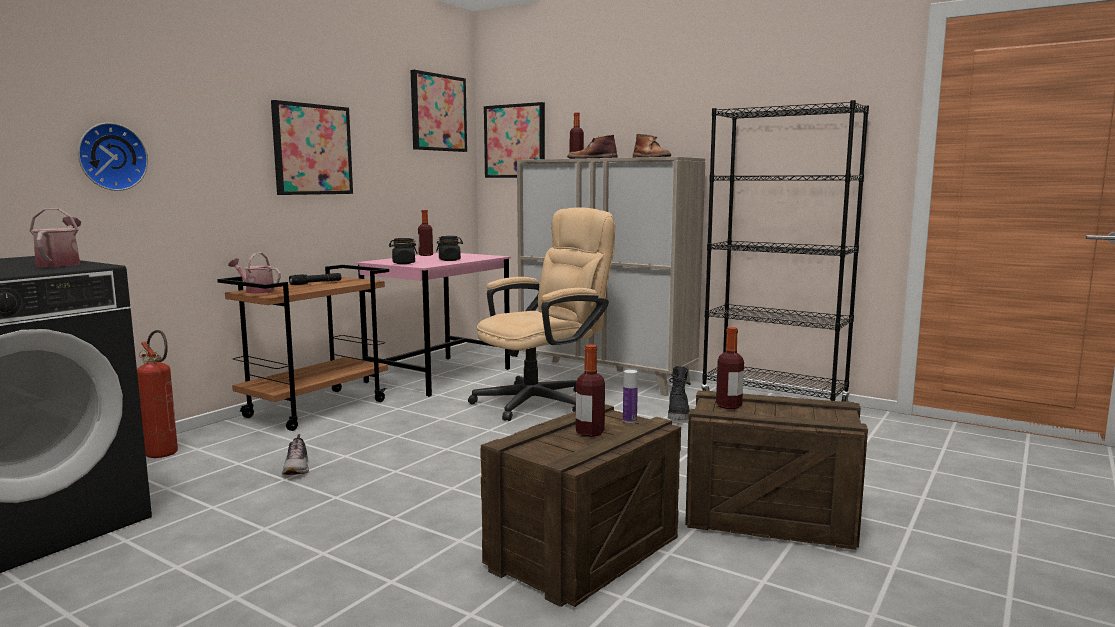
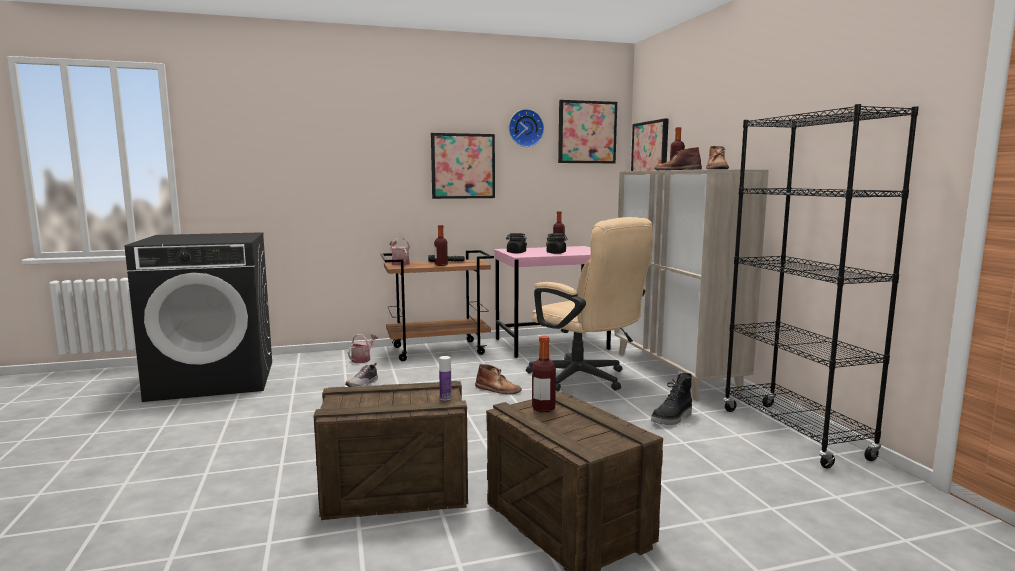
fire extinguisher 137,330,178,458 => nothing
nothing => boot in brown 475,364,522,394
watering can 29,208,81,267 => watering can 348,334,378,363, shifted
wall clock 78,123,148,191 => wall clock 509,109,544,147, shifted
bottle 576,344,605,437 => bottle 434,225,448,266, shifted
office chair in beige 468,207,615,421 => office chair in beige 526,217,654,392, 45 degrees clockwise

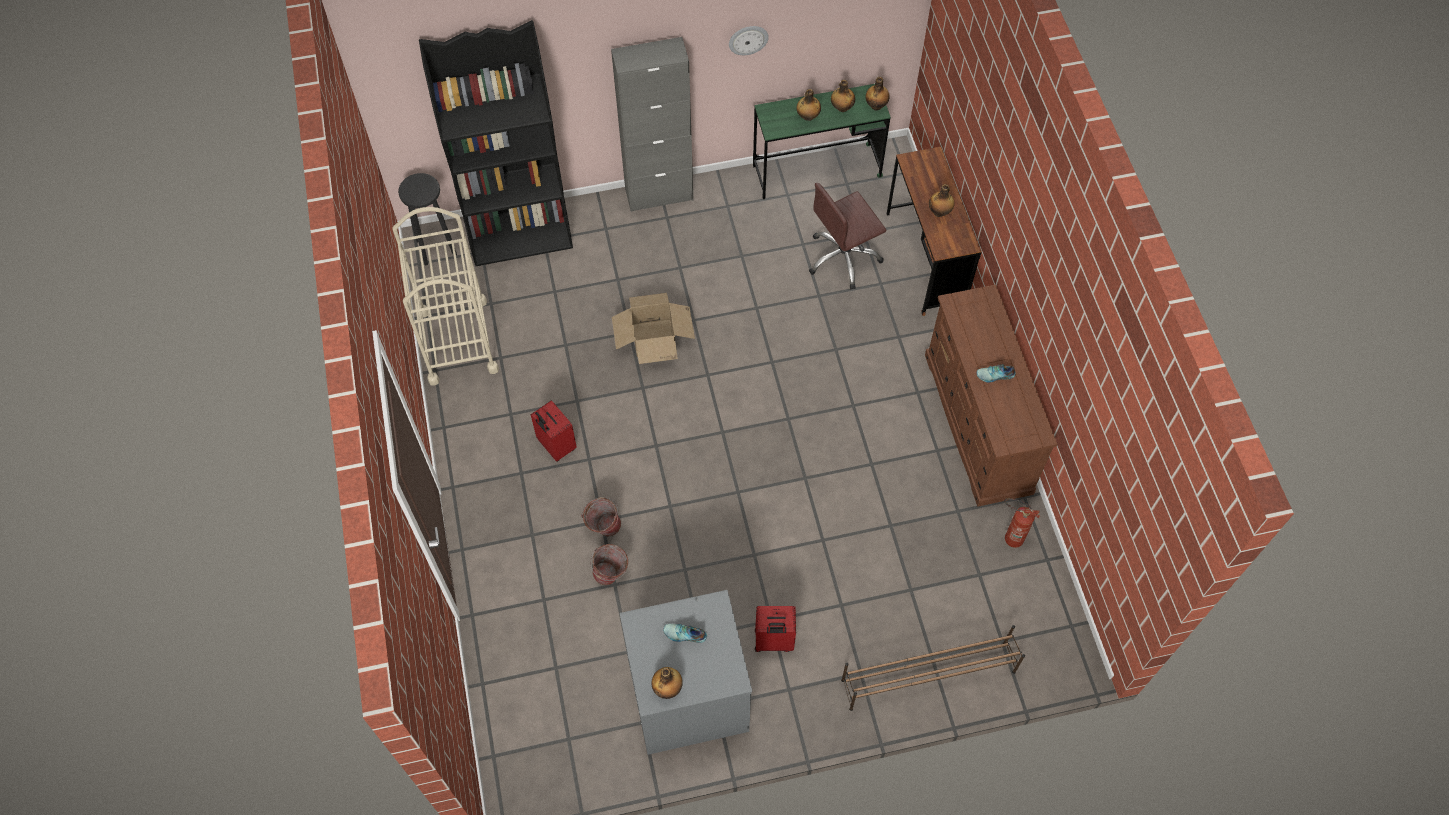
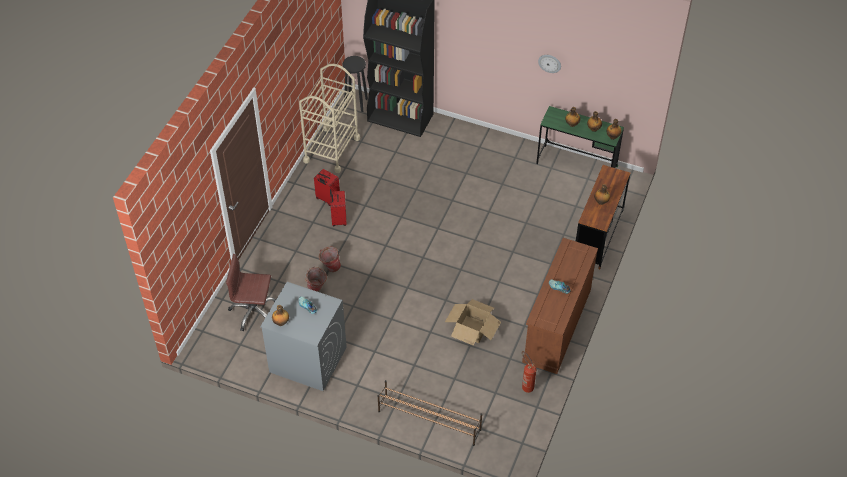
cabinet in grey 611,37,693,212 => nothing
cardboard box 612,293,695,364 => cardboard box 445,299,501,346, shifted
suitcase in red 755,606,796,652 => suitcase in red 314,169,340,206, shifted
office chair in brown 809,183,886,289 => office chair in brown 226,254,276,331, shifted

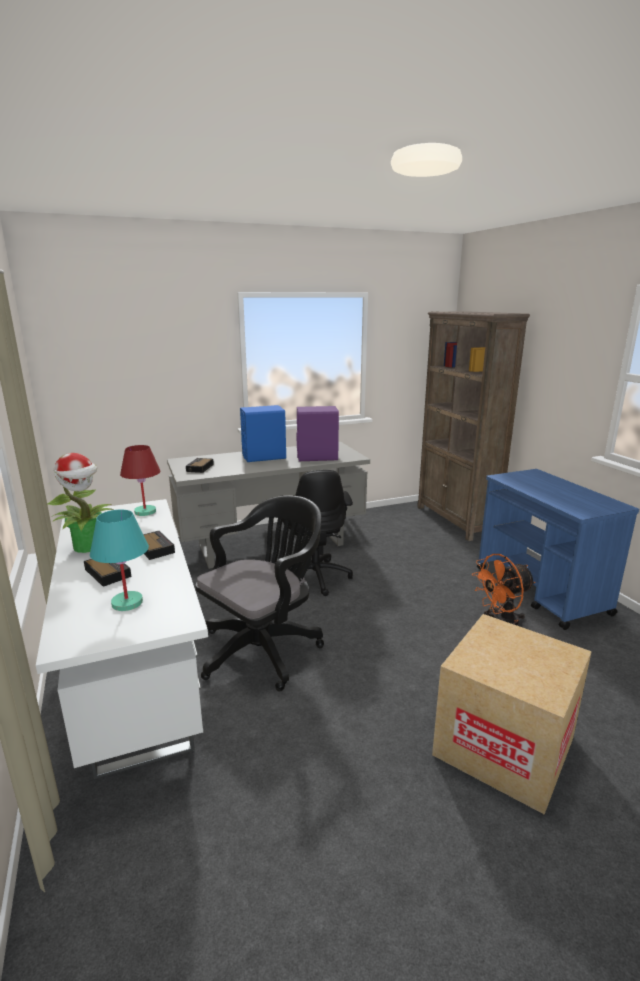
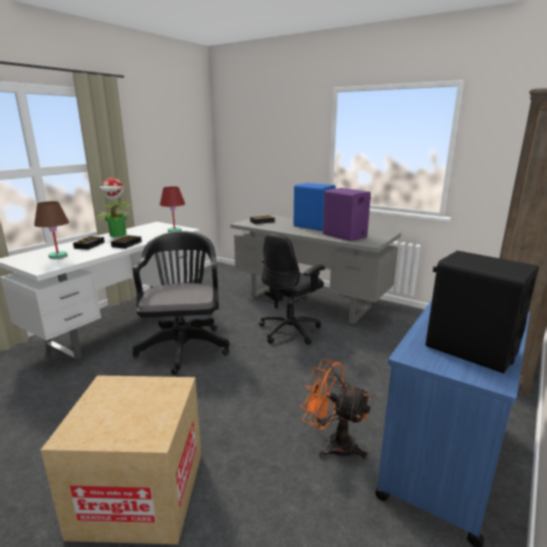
nothing => speaker in black 426,251,539,373
table lamp in turquoise 90,510,149,611 => table lamp in brown 34,201,69,259
office chair in black 195,495,324,691 => office chair in black 133,231,229,375, 105 degrees counterclockwise

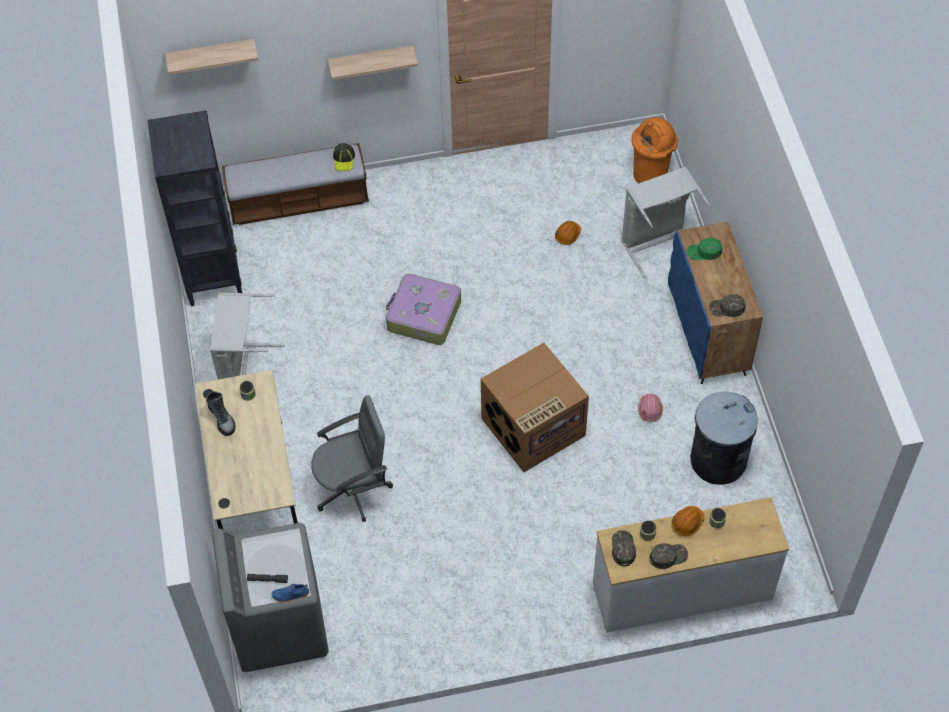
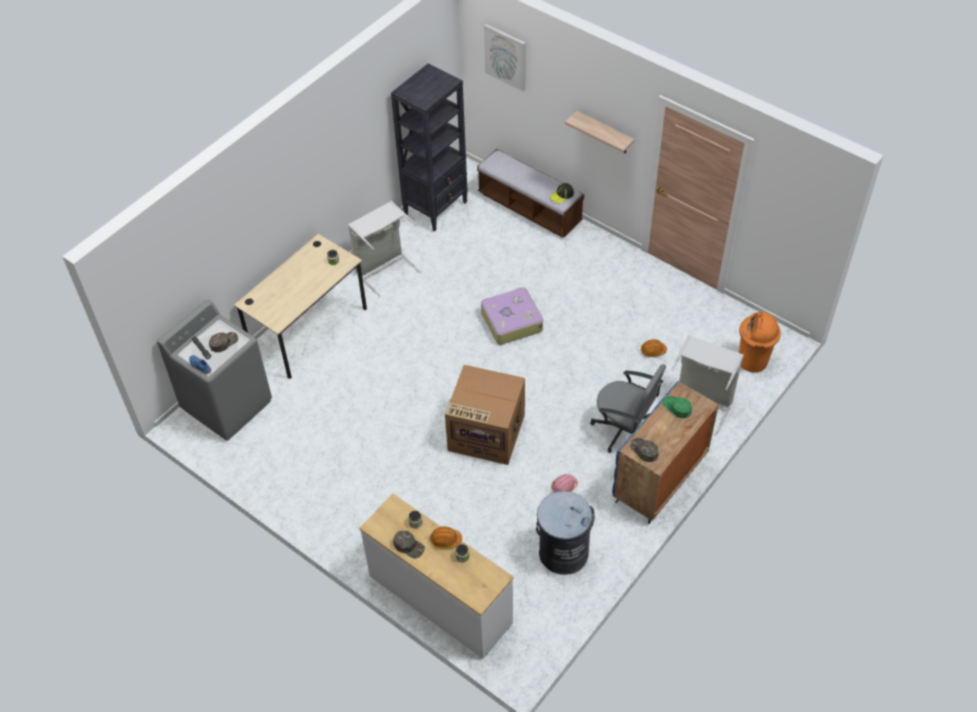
boot 206,391,236,436 => nothing
office chair in grey 311,395,393,522 => office chair in grey 590,364,666,453, shifted
cap in green 612,530,636,566 => cap in green 209,332,238,352, shifted
shelf 165,39,258,75 => picture 484,24,526,92

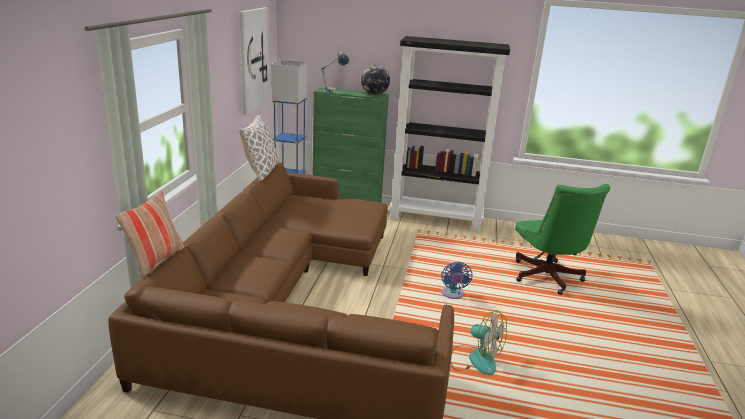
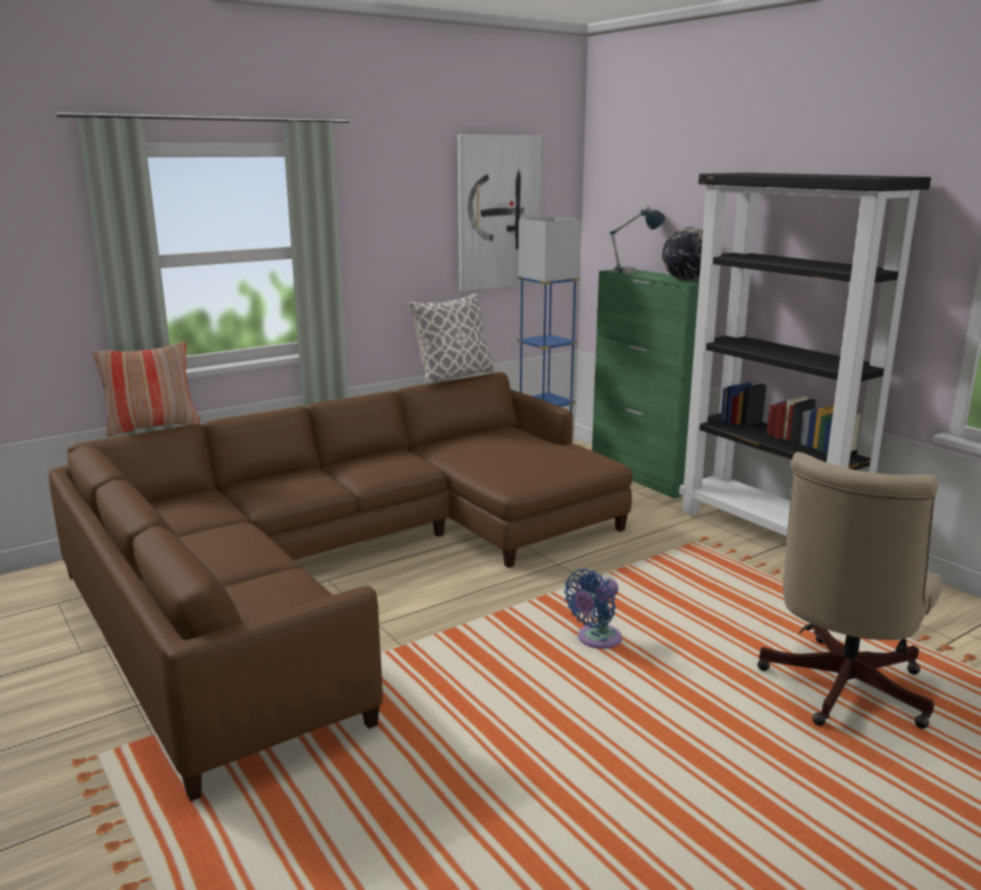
fan 451,310,507,375 => nothing
office chair in green 515,184,610,295 => office chair in beige 757,452,942,729

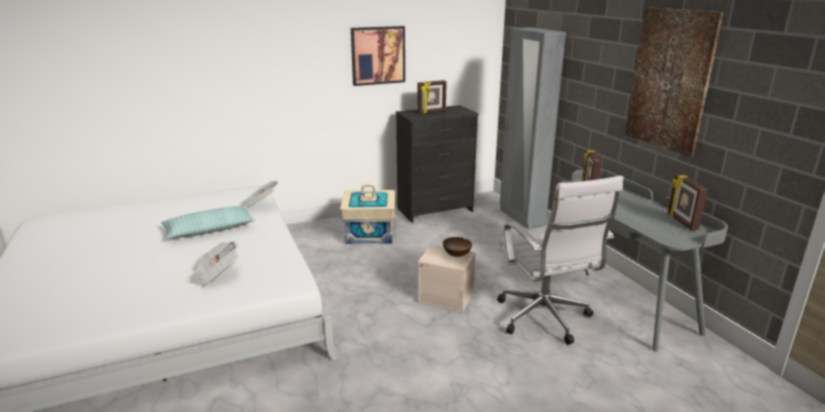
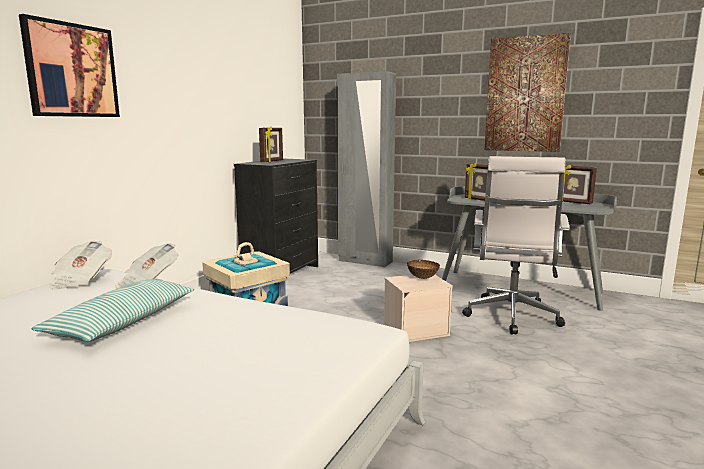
newspaper 187,241,238,286 => newspaper 49,241,112,289, shifted
picture 351,26,405,86 => picture 19,14,120,117, shifted
office chair in white 497,176,624,345 => office chair in white 462,156,569,334, 75 degrees clockwise

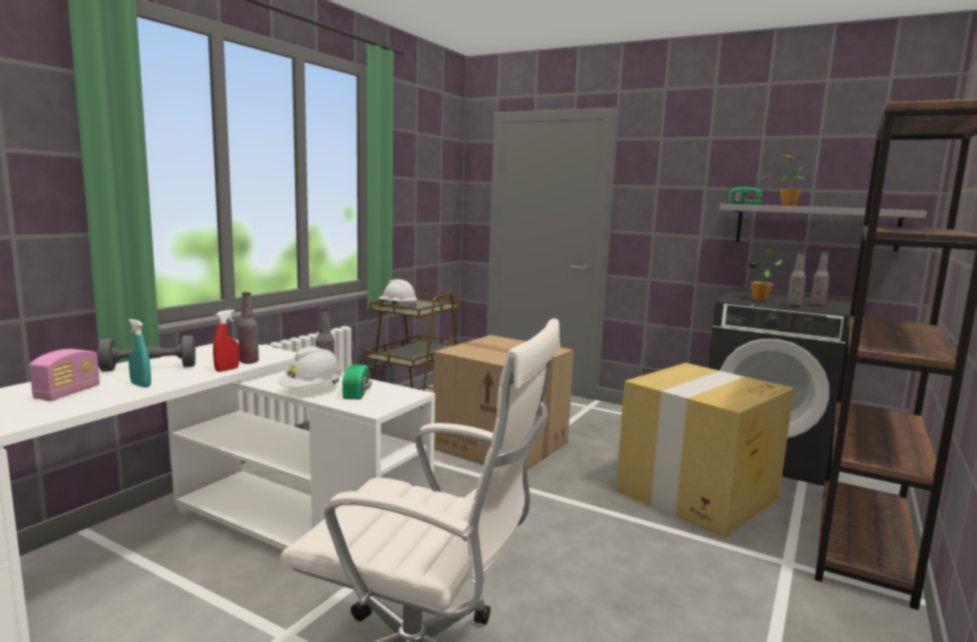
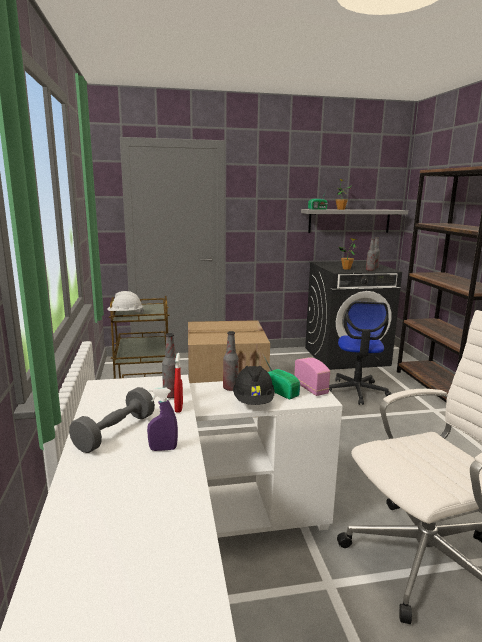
radio 29,349,100,401 => radio 294,357,330,396, shifted
cardboard box 616,363,794,538 => office chair 329,301,391,405
spray bottle in turquoise 128,319,151,388 => spray bottle in purple 147,388,178,451
hard hat in white 278,346,343,388 => hard hat in black 233,366,275,405

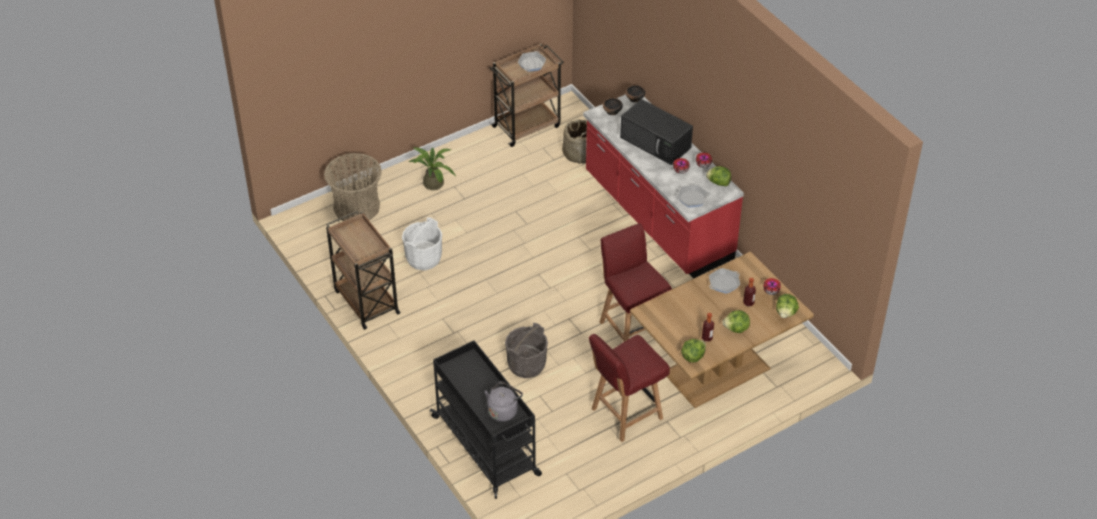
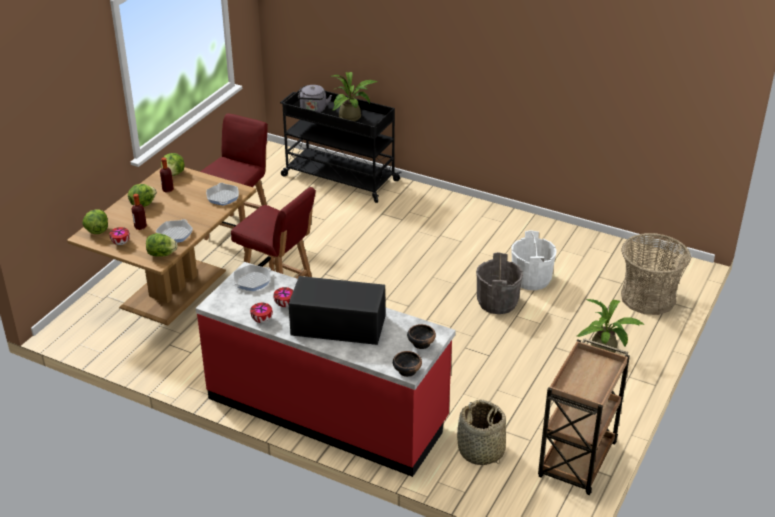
cart in brown 326,211,401,330 => nothing
nothing => potted plant 332,72,377,121
bucket in grey 505,323,548,378 => bucket in grey 476,252,523,314, shifted
frying pan 518,51,546,72 => frying pan 206,183,239,206, shifted
lettuce 706,166,731,186 => lettuce 146,233,177,257, shifted

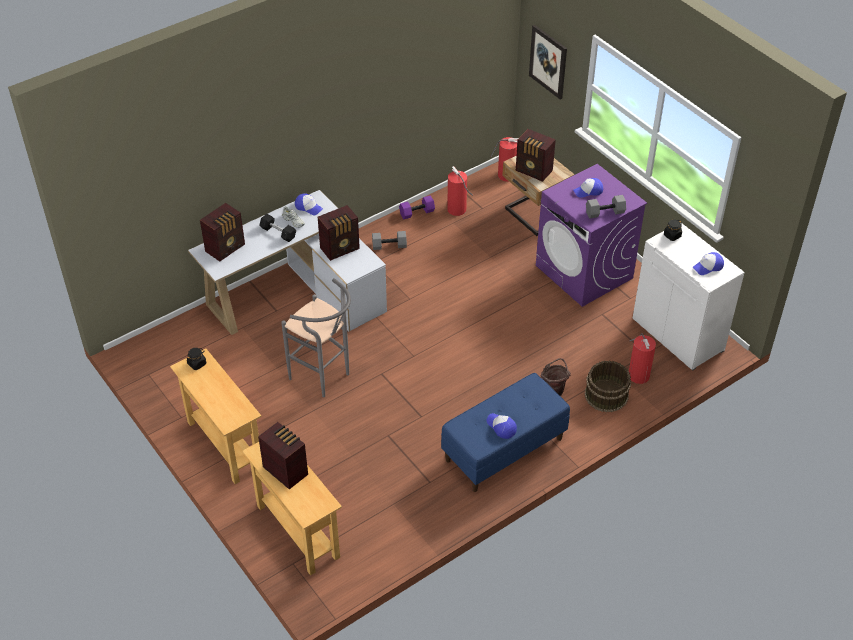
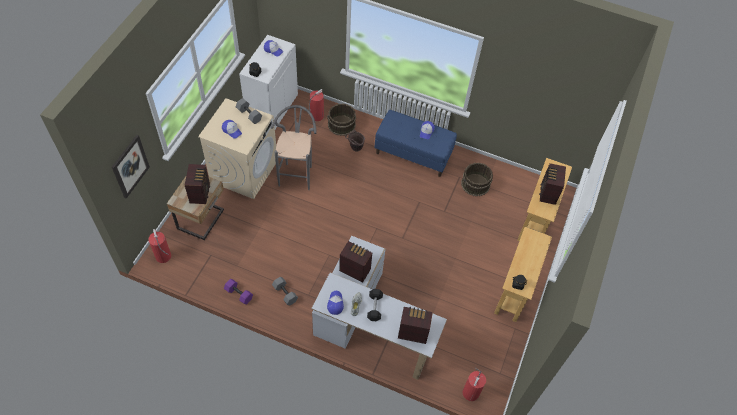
nothing => bucket in brown 461,163,493,196
stool in grey 281,278,351,398 => stool in grey 270,105,317,190, shifted
fire extinguisher 447,166,473,216 => fire extinguisher 463,368,486,401, shifted
washing machine in purple 536,164,647,307 => washing machine in beige 198,98,276,199

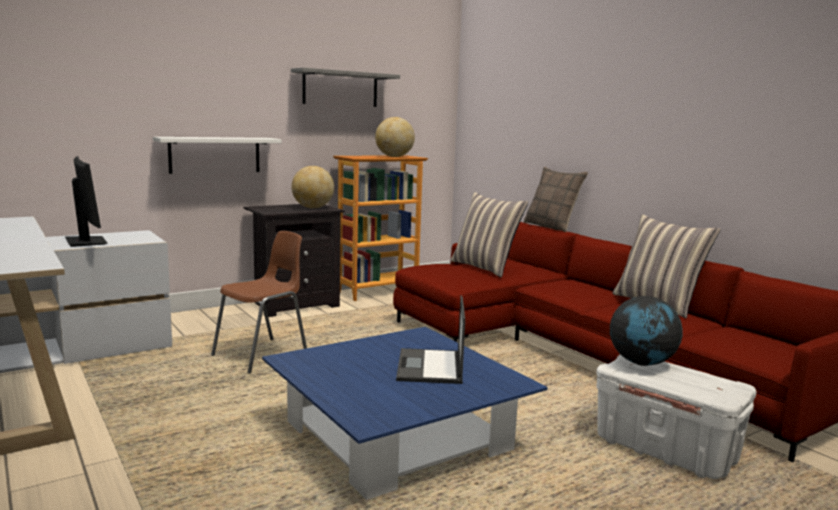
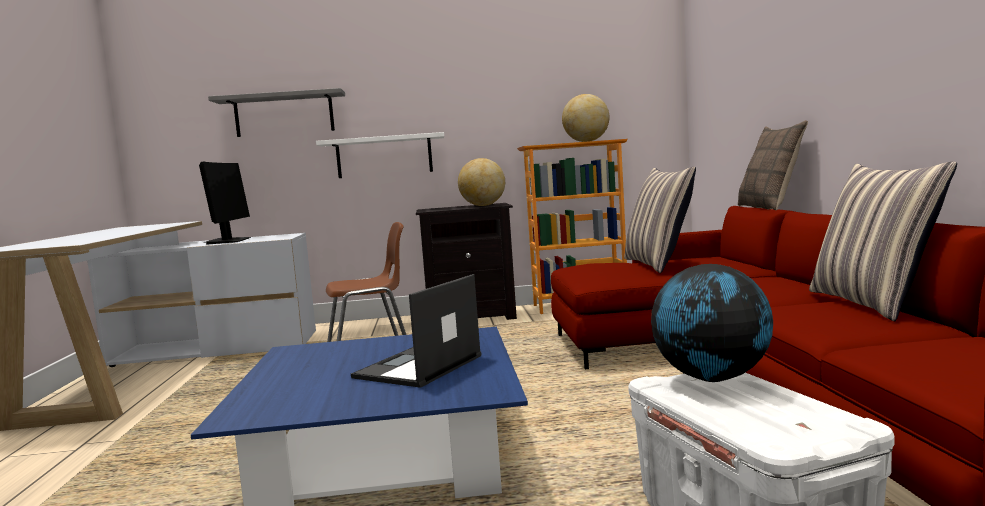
shelf in grey 291,67,400,107 => shelf in grey 208,88,345,137, shifted

